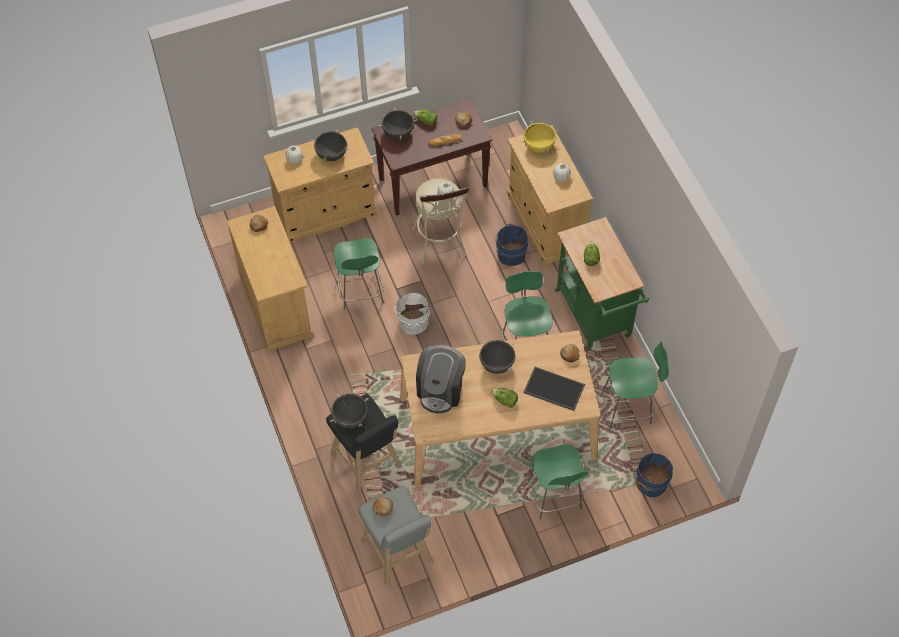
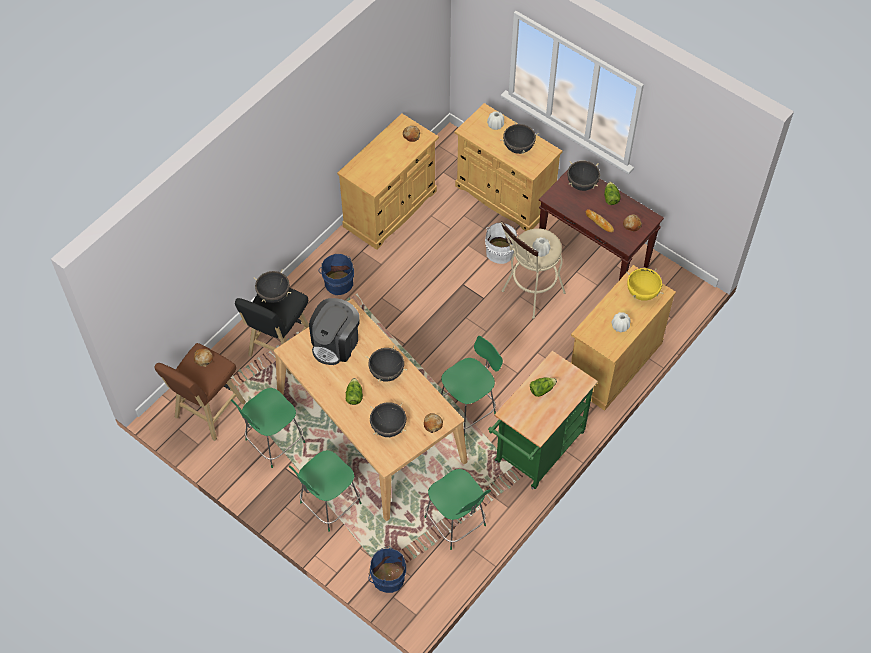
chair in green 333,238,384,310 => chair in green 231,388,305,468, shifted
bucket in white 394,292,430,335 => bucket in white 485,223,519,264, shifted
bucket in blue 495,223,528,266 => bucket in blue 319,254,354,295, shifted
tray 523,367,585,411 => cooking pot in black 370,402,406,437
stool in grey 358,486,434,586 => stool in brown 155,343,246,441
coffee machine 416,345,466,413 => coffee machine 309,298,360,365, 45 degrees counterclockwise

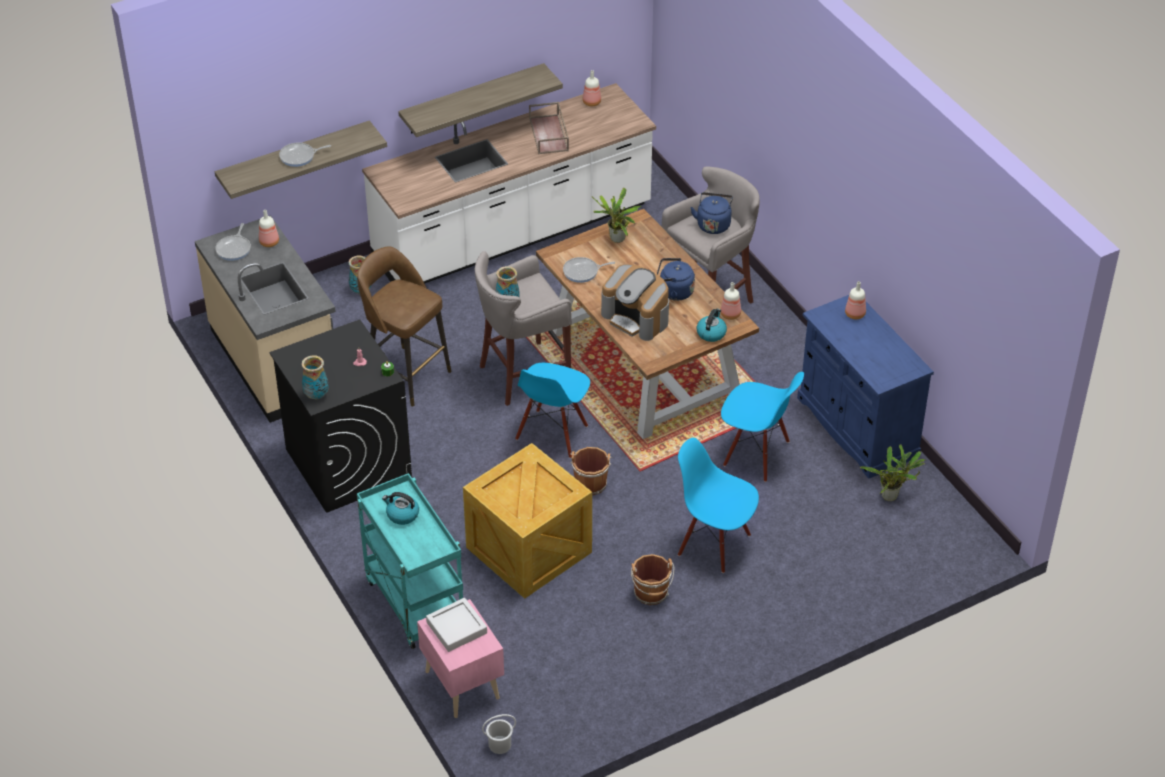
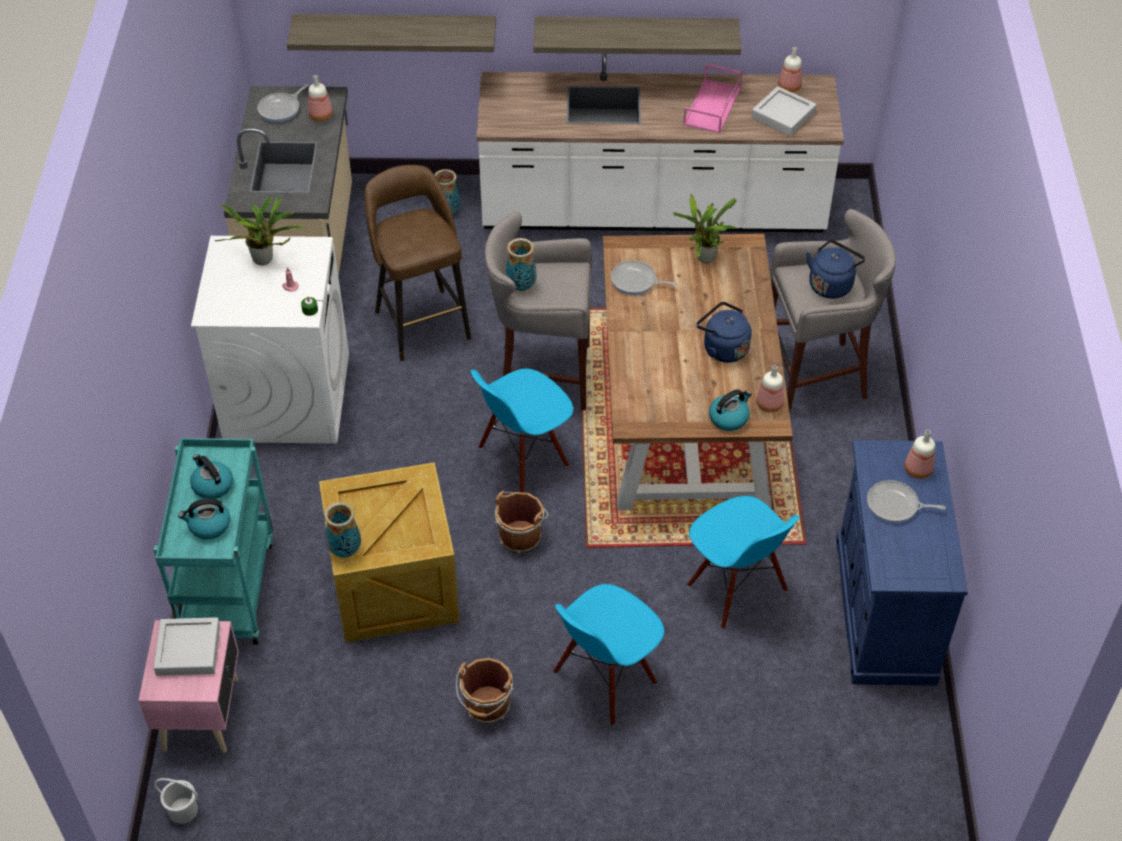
coffee machine 601,264,669,341 => nothing
nothing => kettle 178,498,230,539
nothing => tray in grey 752,86,817,136
frying pan 279,143,331,167 => frying pan 867,480,946,523, shifted
vase 301,355,329,399 => vase 324,502,361,557, shifted
potted plant 860,444,925,501 => potted plant 215,196,306,265, shifted
washing machine in black 269,320,412,513 => washing machine in white 191,236,349,444
tray in brown 529,102,569,154 => tray in pink 683,64,742,134
chair in blue 678,438,759,573 => chair in blue 553,584,664,726, 105 degrees counterclockwise

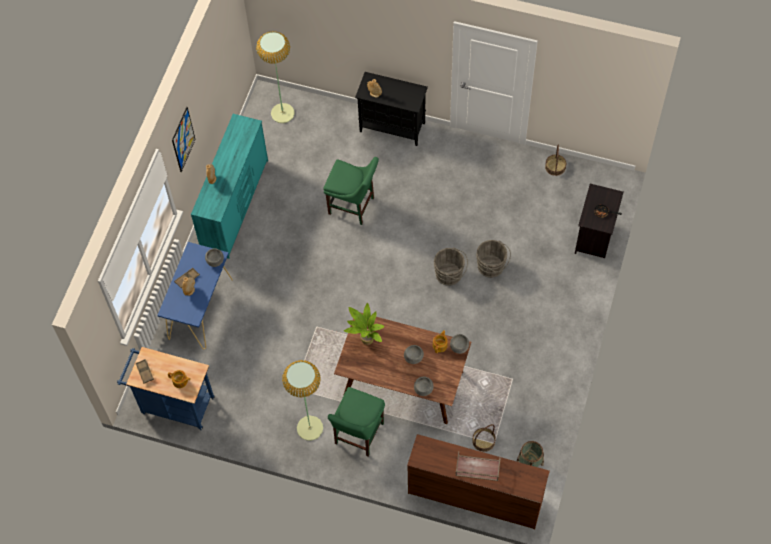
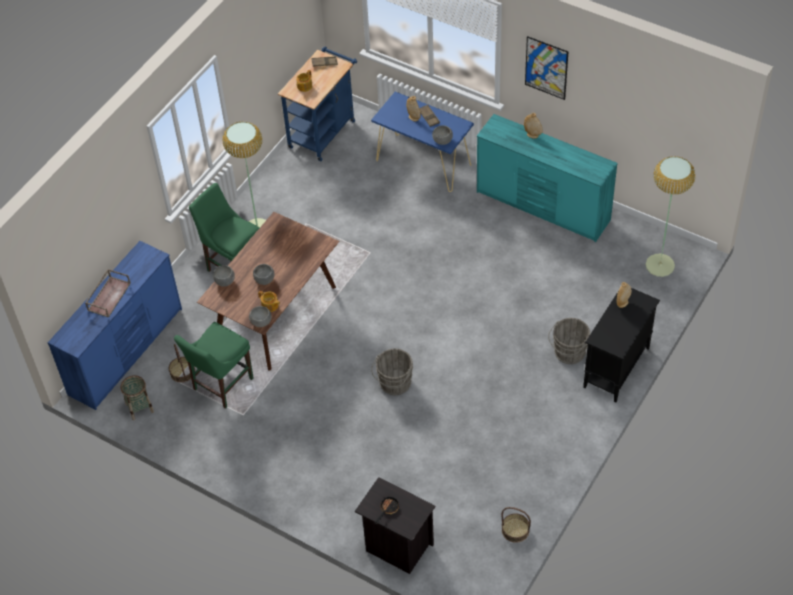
potted plant 344,303,385,345 => nothing
chair in green 323,157,379,225 => chair in green 174,322,253,409, shifted
bucket in grey 476,240,511,278 => bucket in grey 548,318,590,364, shifted
dresser in brown 407,434,550,529 => dresser in blue 48,241,182,410

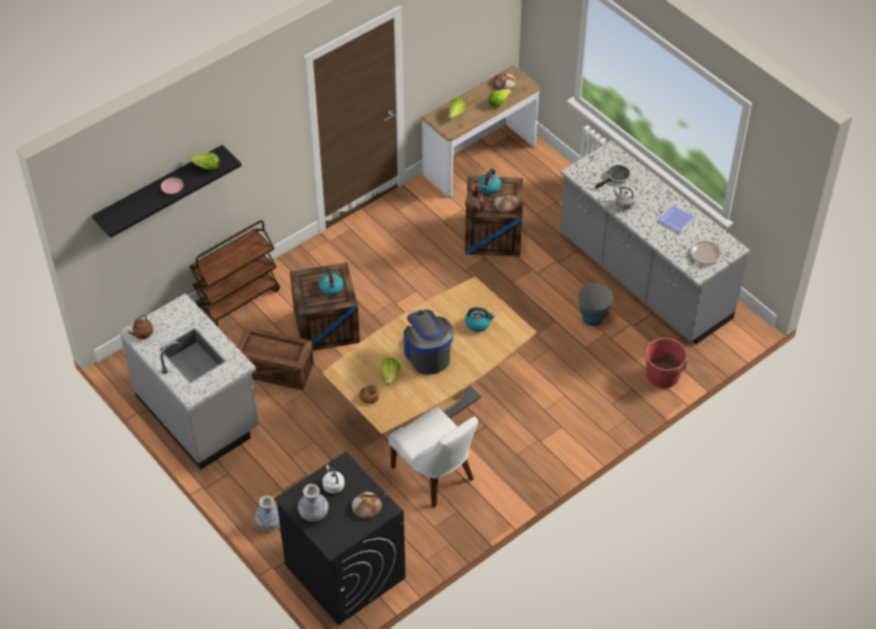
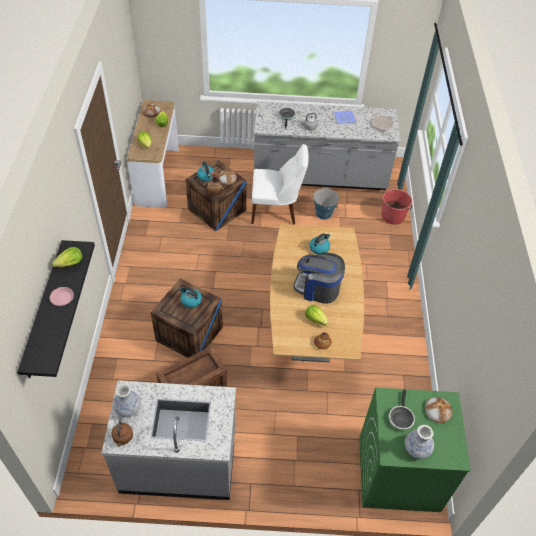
cart in brown 189,220,280,326 => nothing
vase 255,496,280,530 => vase 113,383,141,417, shifted
chair in white 389,406,478,507 => chair in white 251,144,309,225, shifted
kettle in white 323,465,344,494 => frying pan 389,389,415,430
washing machine in black 274,452,406,626 => washing machine in green 359,387,471,512

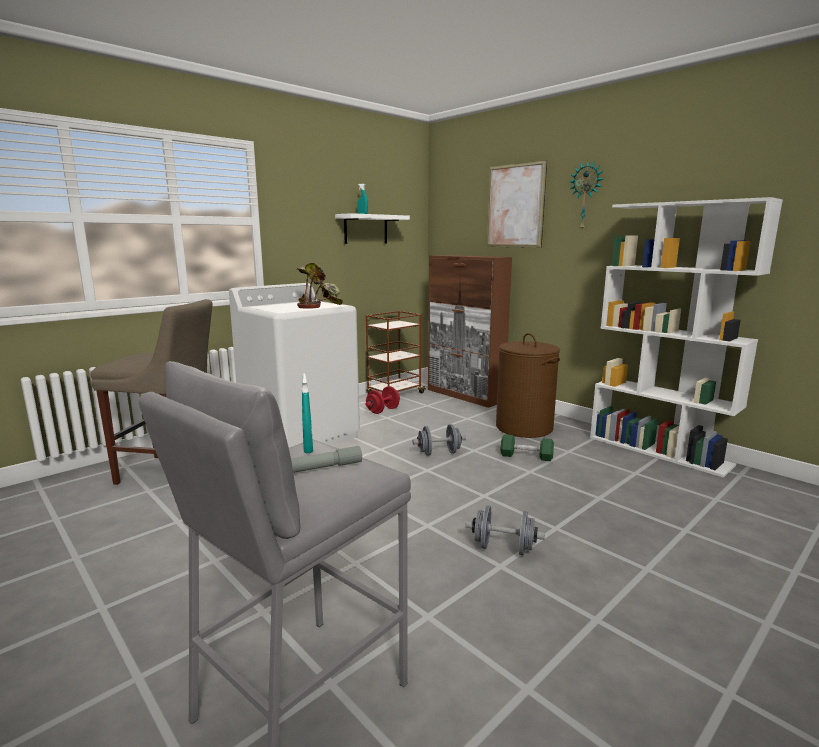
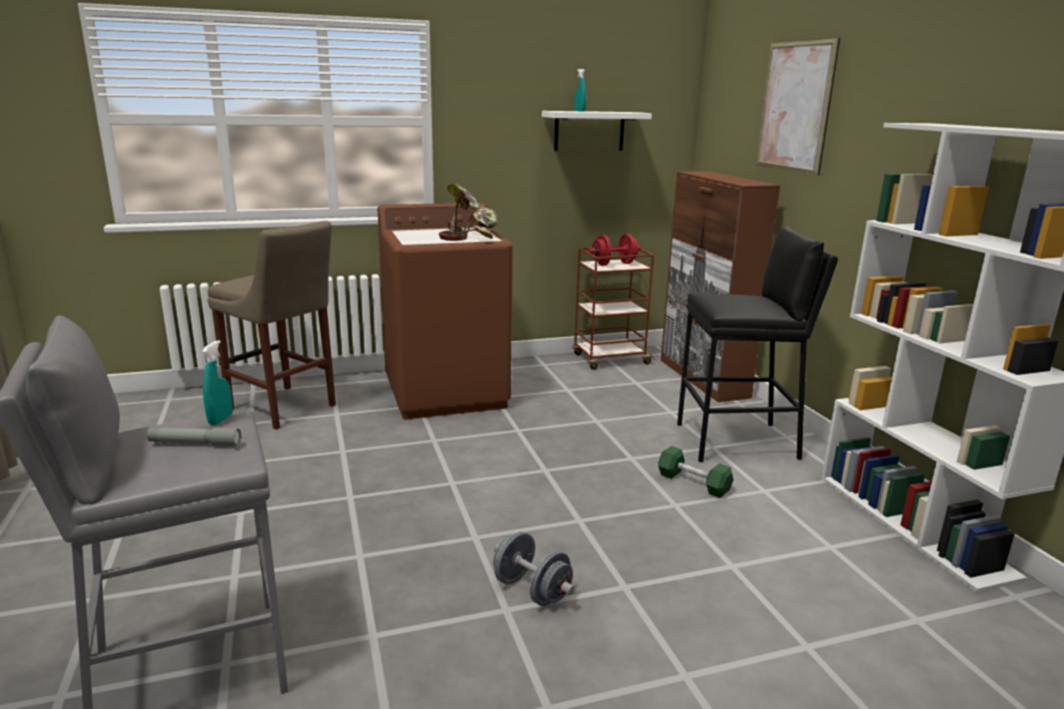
dumbbell in grey 413,424,466,456 => nothing
wall clock 570,161,603,232 => nothing
dumbbell in red 366,386,400,414 => dumbbell in red 588,234,641,266, shifted
laundry basket in brown 496,333,560,438 => stool in black 677,225,838,462
washing machine in white 229,283,360,448 => washing machine in brown 377,203,513,419

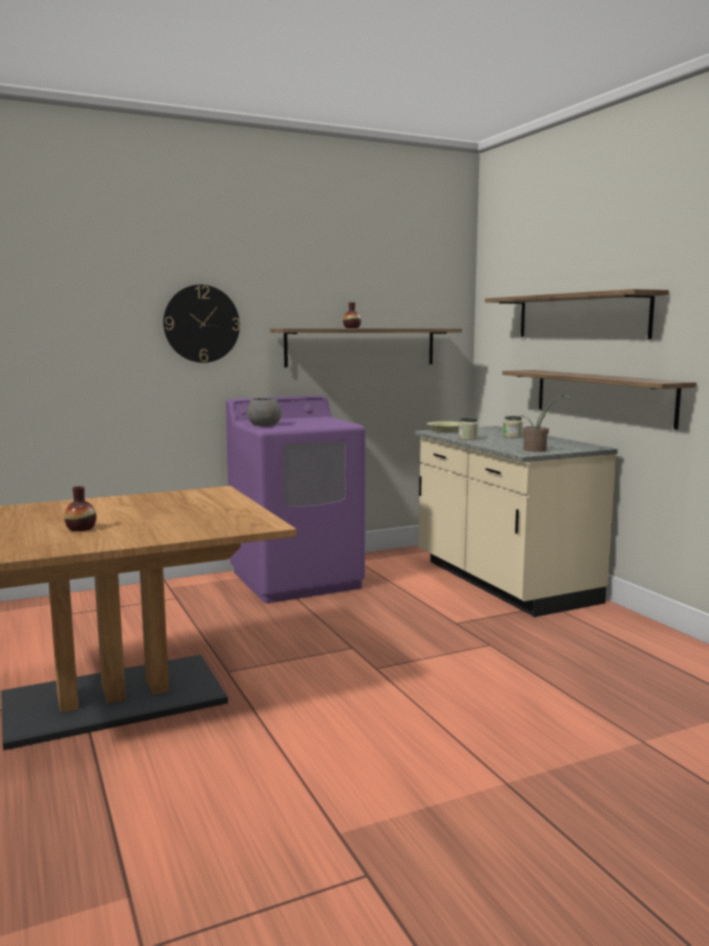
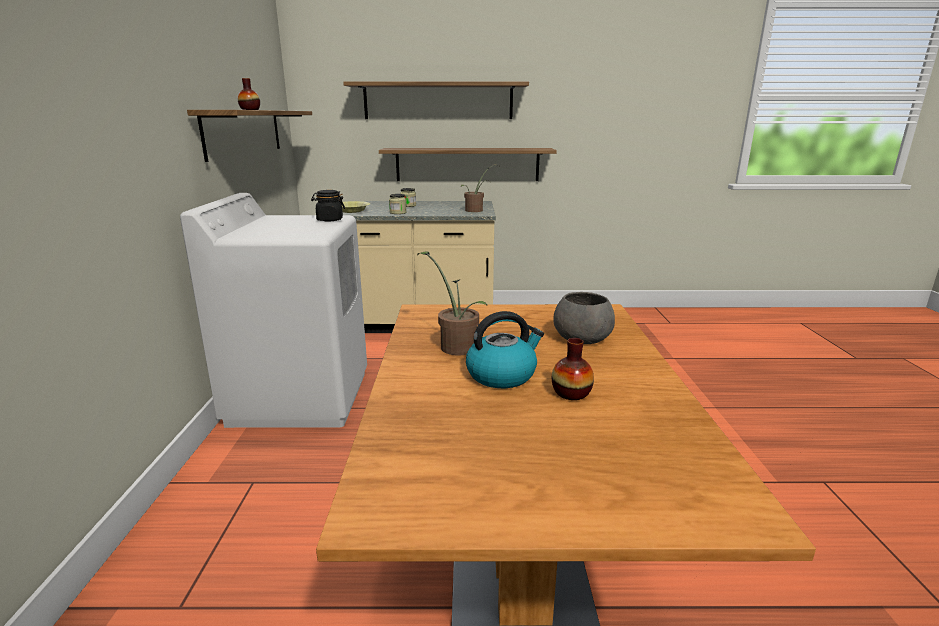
wall clock 163,285,240,363 => nothing
nothing => jar in black 311,190,345,221
nothing => potted plant 417,251,488,355
nothing => kettle 466,311,544,388
bowl in grey 247,398,282,426 => bowl in grey 553,292,615,344, shifted
washing machine in purple 226,395,365,603 => washing machine in white 180,193,367,428

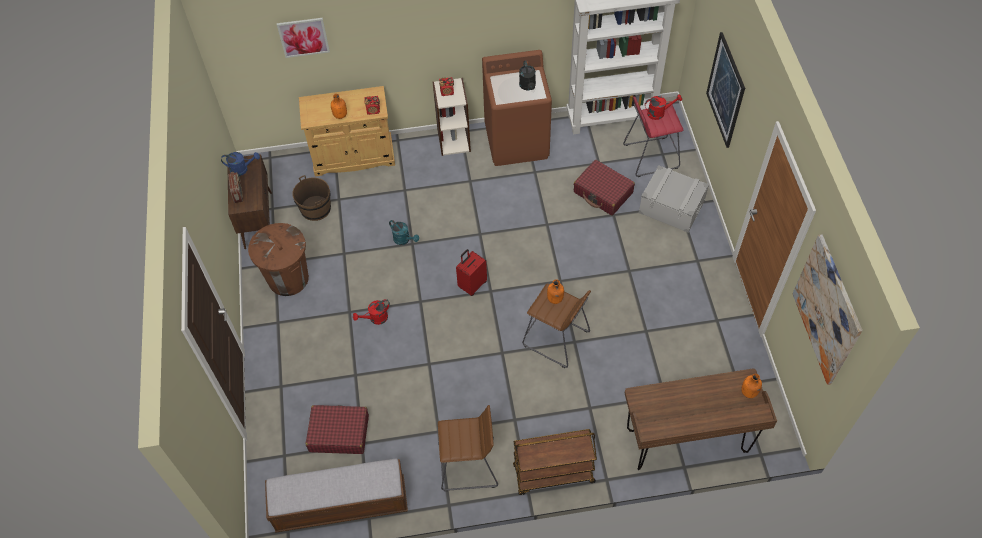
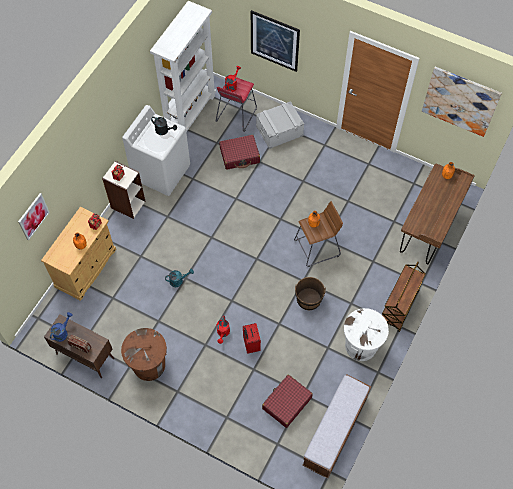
bucket in brown 292,175,331,221 => bucket in brown 295,277,326,310, shifted
suitcase in red 456,249,487,296 => suitcase in red 243,323,261,354, shifted
stool in brown 438,405,498,491 => trash can in white 344,308,389,361
washing machine in brown 482,50,552,166 => washing machine in white 122,105,190,196

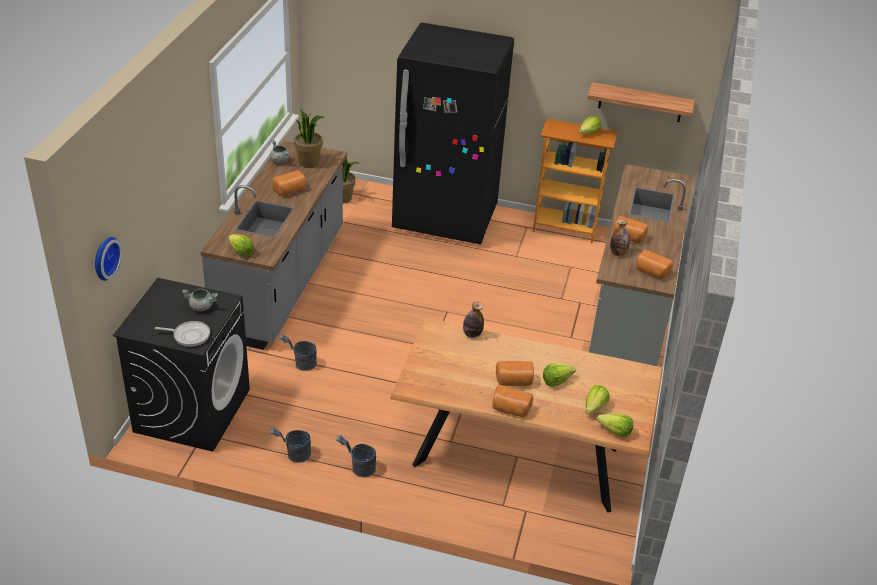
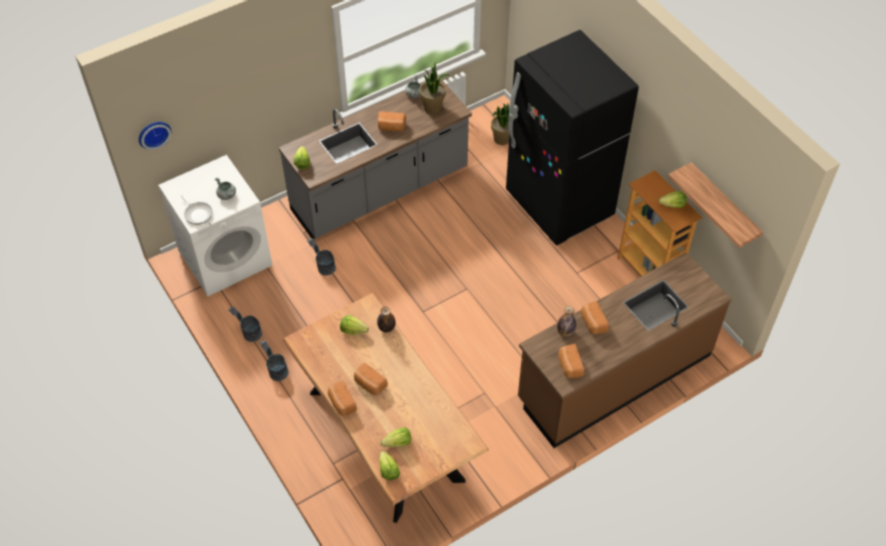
lettuce 543,363,576,387 => lettuce 340,315,369,335, shifted
washing machine in black 113,278,250,452 => washing machine in white 158,155,272,296
counter in grey 589,164,693,366 => counter in brown 518,252,732,448

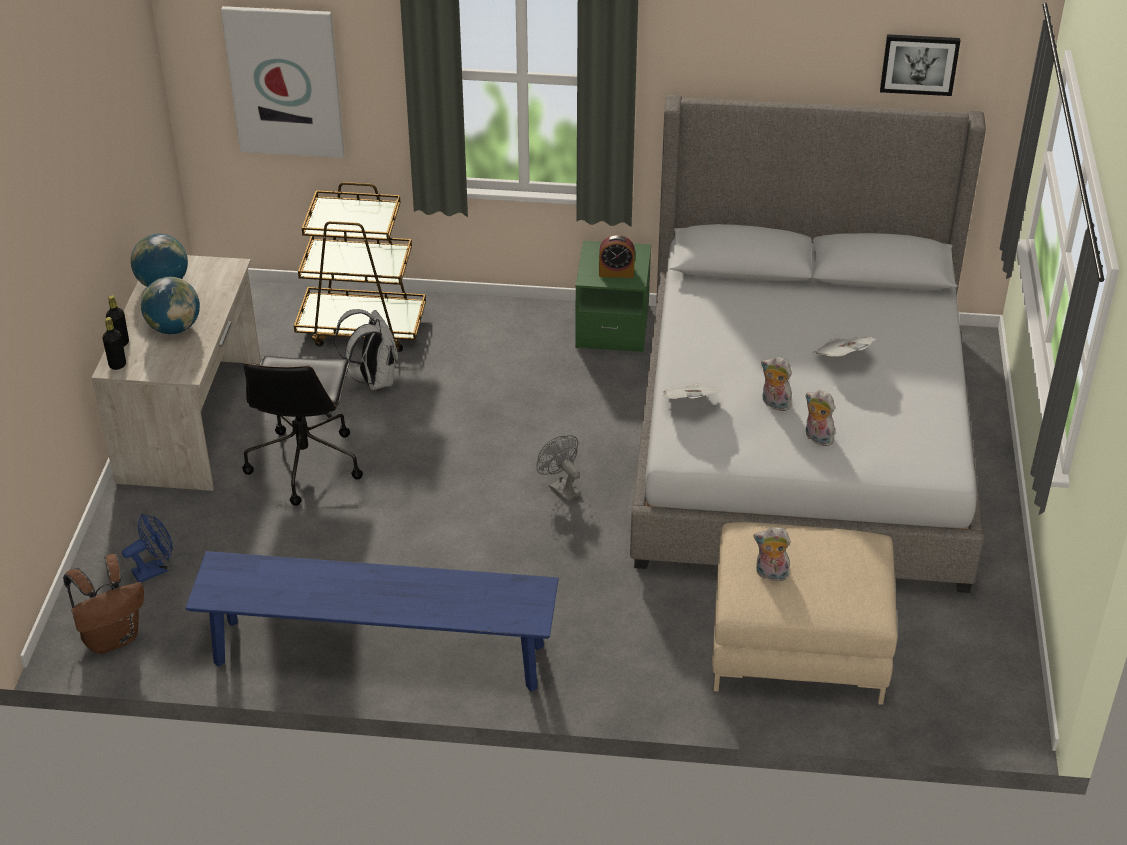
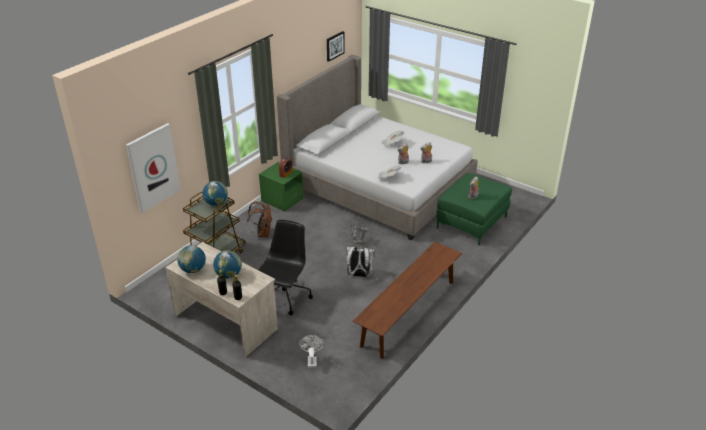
nothing => globe 203,181,228,206
backpack in brown 63,554,144,654 => backpack in brown 247,201,272,237, shifted
backpack in white 334,309,398,390 => backpack in white 346,246,375,277, shifted
fan in blue 122,514,173,582 => fan in white 299,335,324,368
bench in blue 185,551,559,692 => bench in brown 353,242,462,358
ottoman in beige 712,522,897,705 => ottoman in green 436,173,512,245
office chair in black 242,356,363,506 => office chair in black 258,220,313,315, 105 degrees counterclockwise

